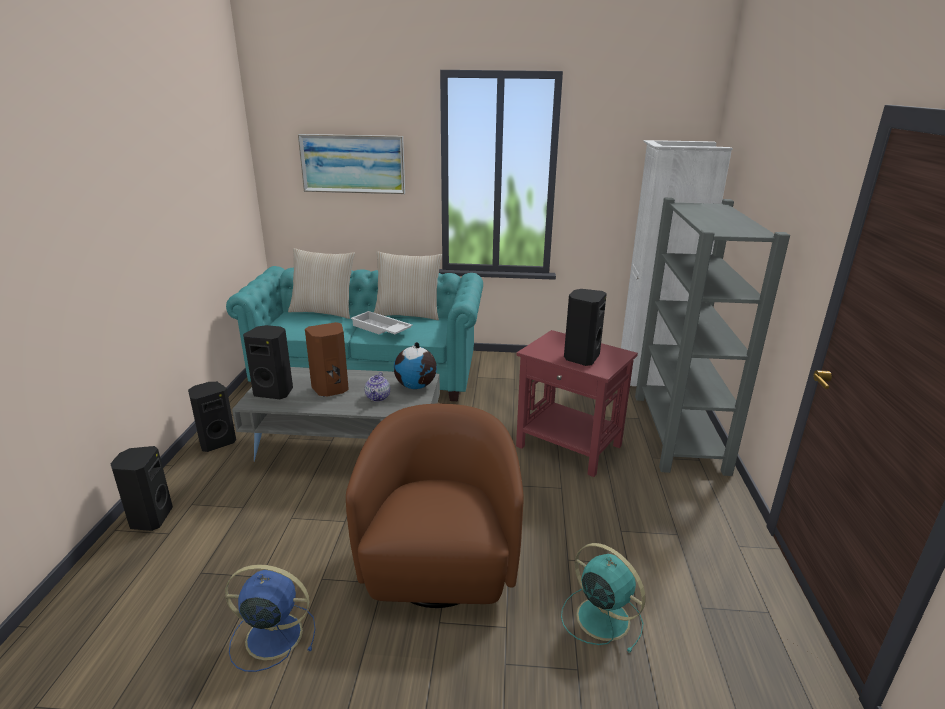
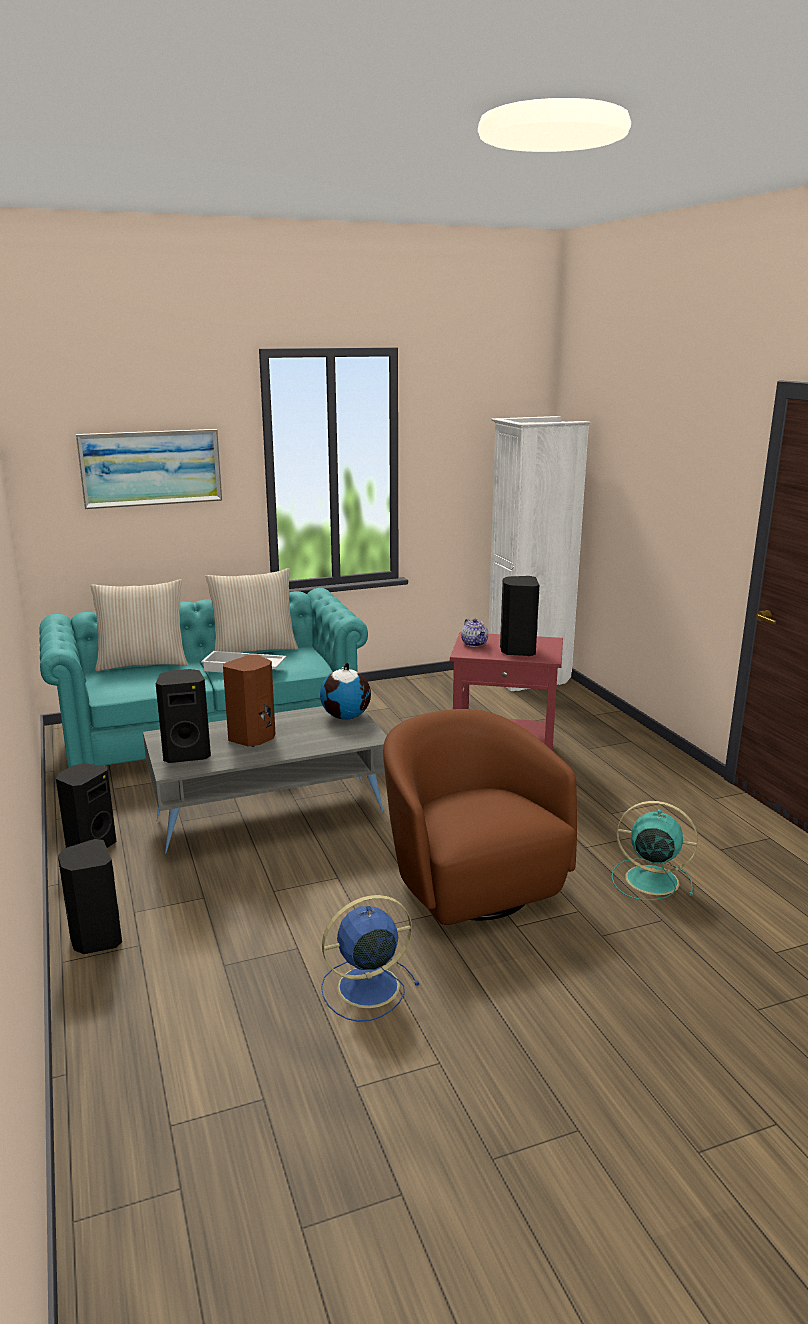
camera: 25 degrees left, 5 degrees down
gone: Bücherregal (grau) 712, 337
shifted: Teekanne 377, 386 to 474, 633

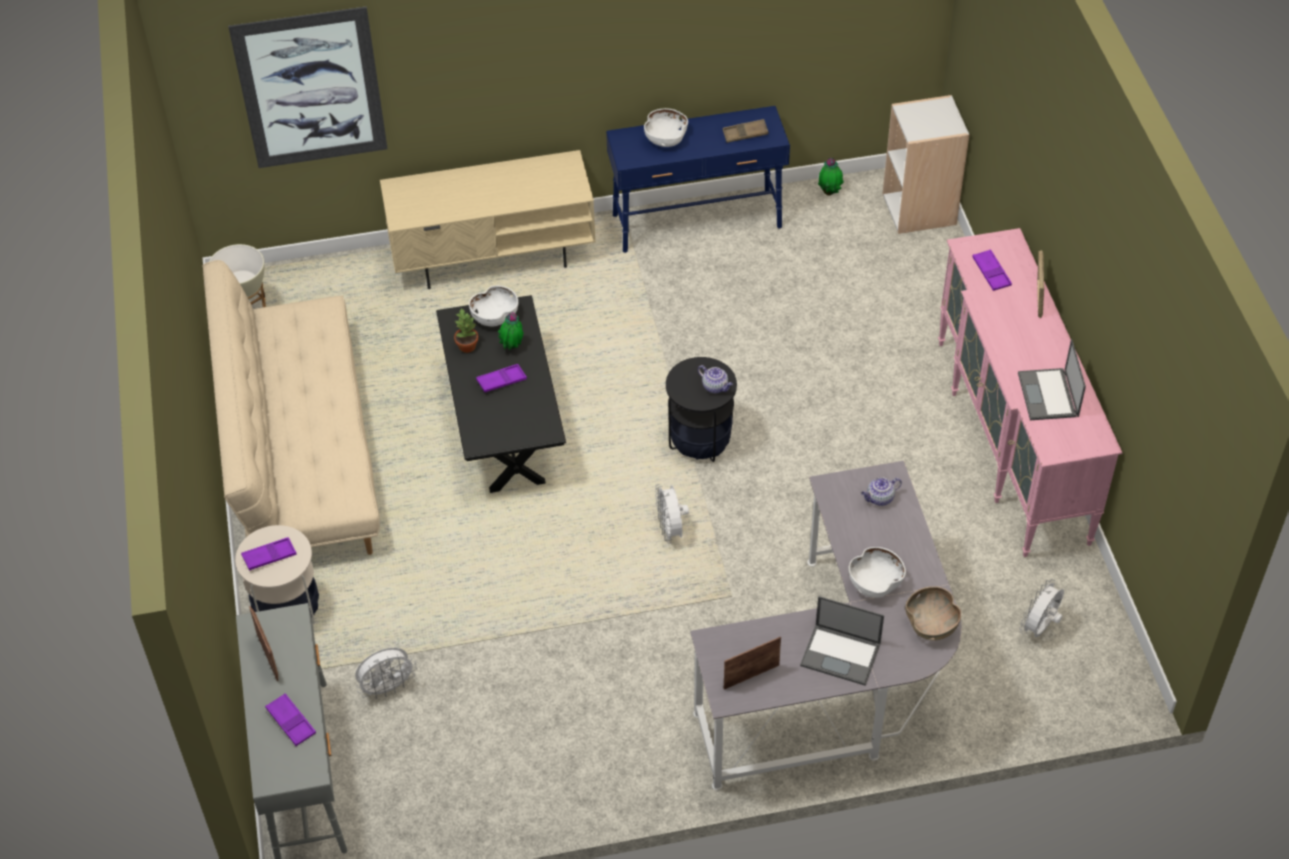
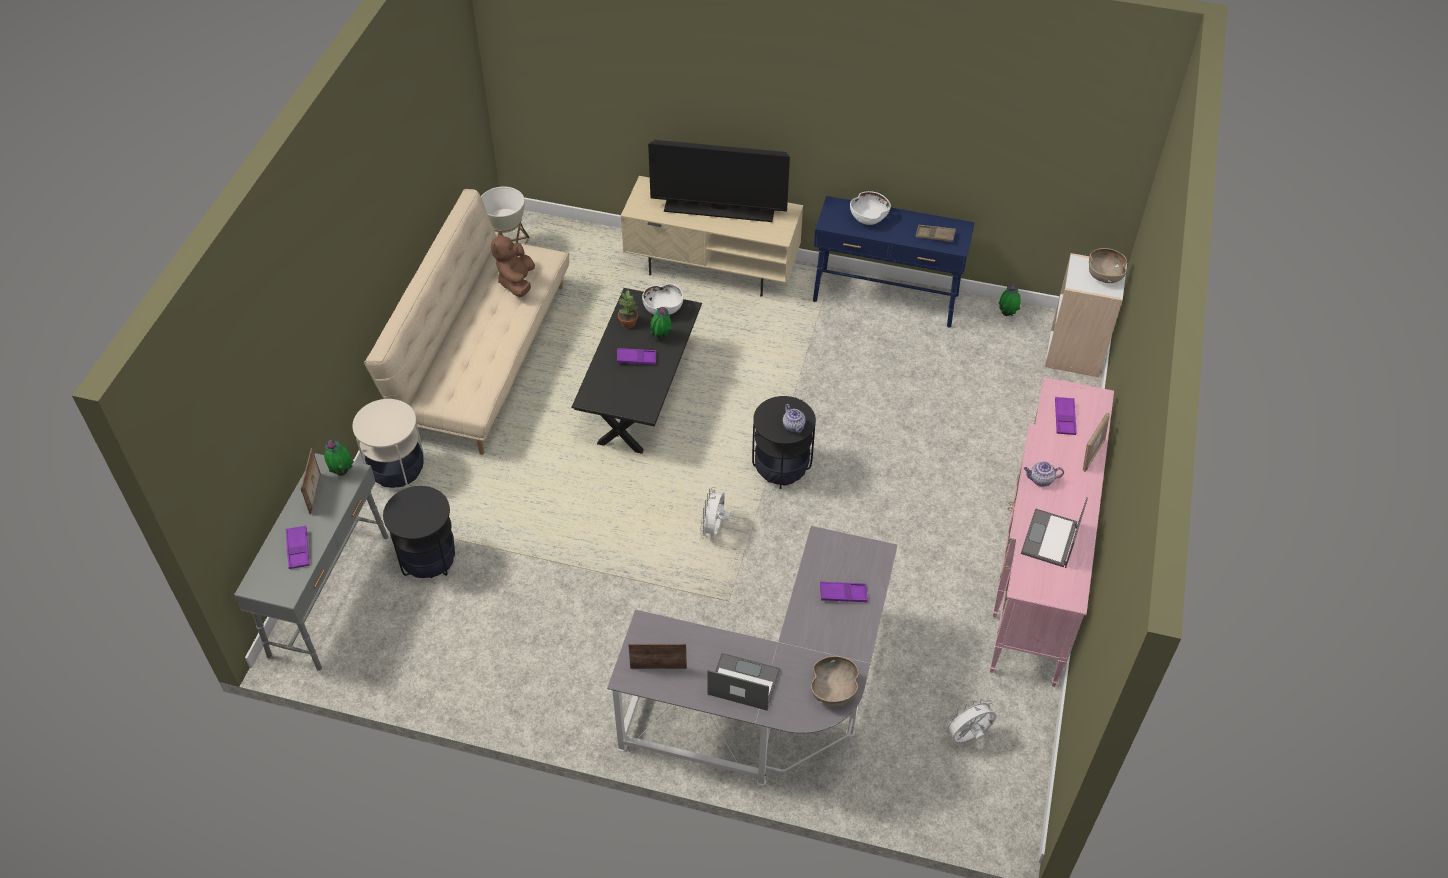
camera: 25 degrees right, 0 degrees up
gone: Bild 308, 87; Schüssel (weiß) 877, 572
new: Fernseher 719, 181; Plüschtier (braun) 513, 264; Schüssel (braun) 1108, 265; Topfpflanze 339, 457
shifted: Teekanne 881, 491 to 1044, 474; Tablett (lila) 269, 554 to 844, 592
swapped: Ventilator (weiß) 386, 673 to Beistelltisch (schwarz) 419, 532
rotated: Laptop 842, 641 = 744, 681 150 degrees clockwise

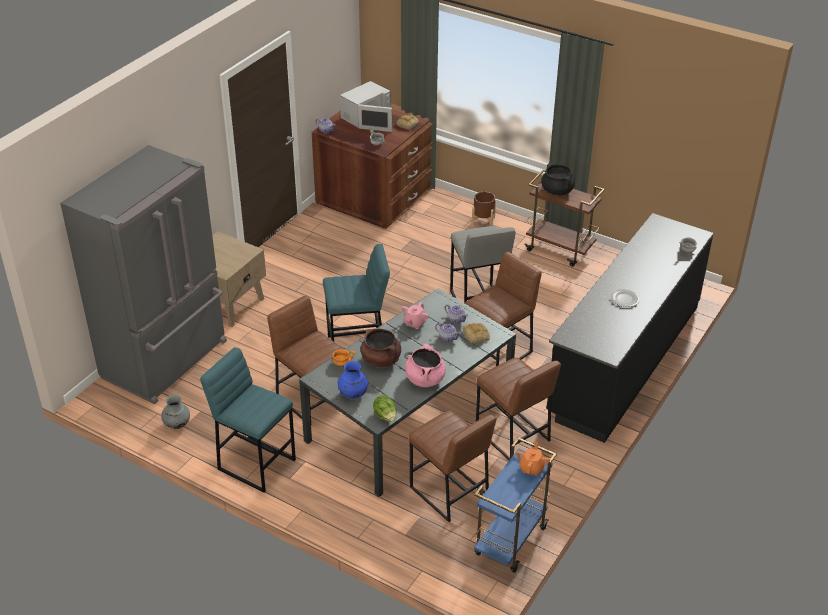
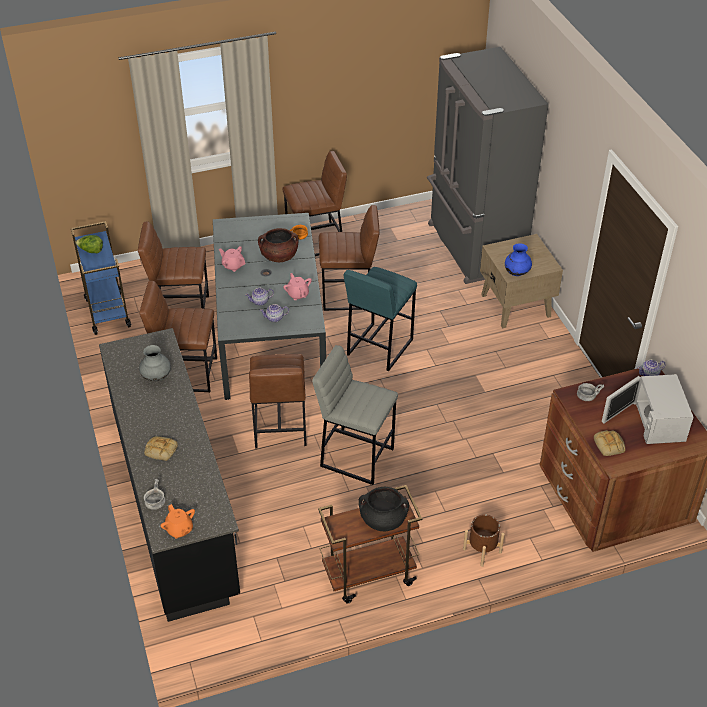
camera: 130 degrees right, 5 degrees up
gone: Teller 625, 298
shifted: Brot 476, 333 to 161, 448; Vase (blau) 353, 380 to 518, 259; Vase (grau) 175, 412 to 155, 363; Salatkopf 385, 408 to 89, 244; Teekanne (orange) 533, 459 to 177, 521
swapped: Kochtopf (rosa) 425, 365 to Teekanne (rosa) 232, 259; Hocker (türkis) 248, 420 to Stuhl (braun) 315, 203

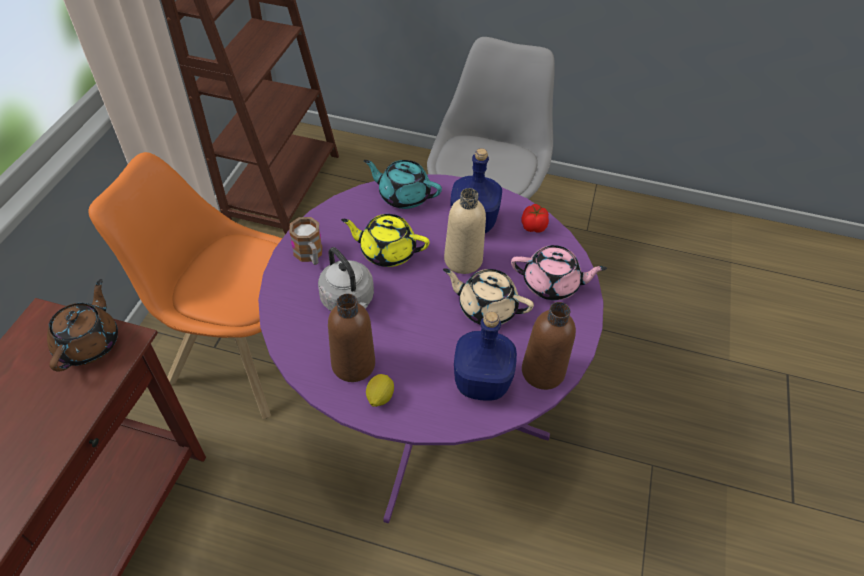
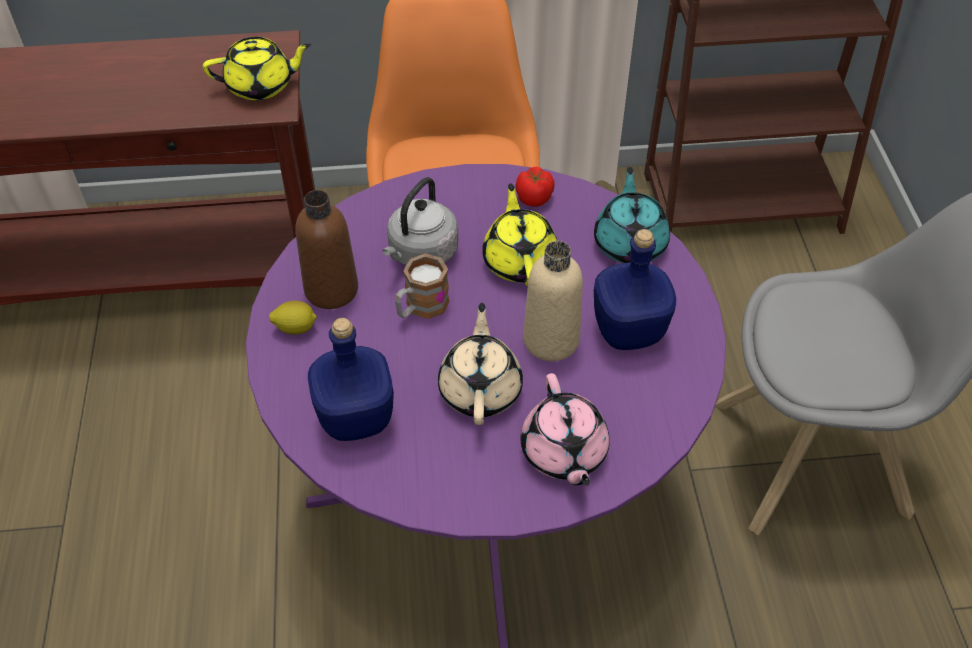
camera: 70 degrees right, 0 degrees up
gone: Flasche (braun) 549, 346
shifted: Tomate 535, 218 to 535, 187; Henkelbecher 305, 241 to 422, 286
repainted: Teekanne (braun) 82, 325 to Teekanne (gelb) 257, 68

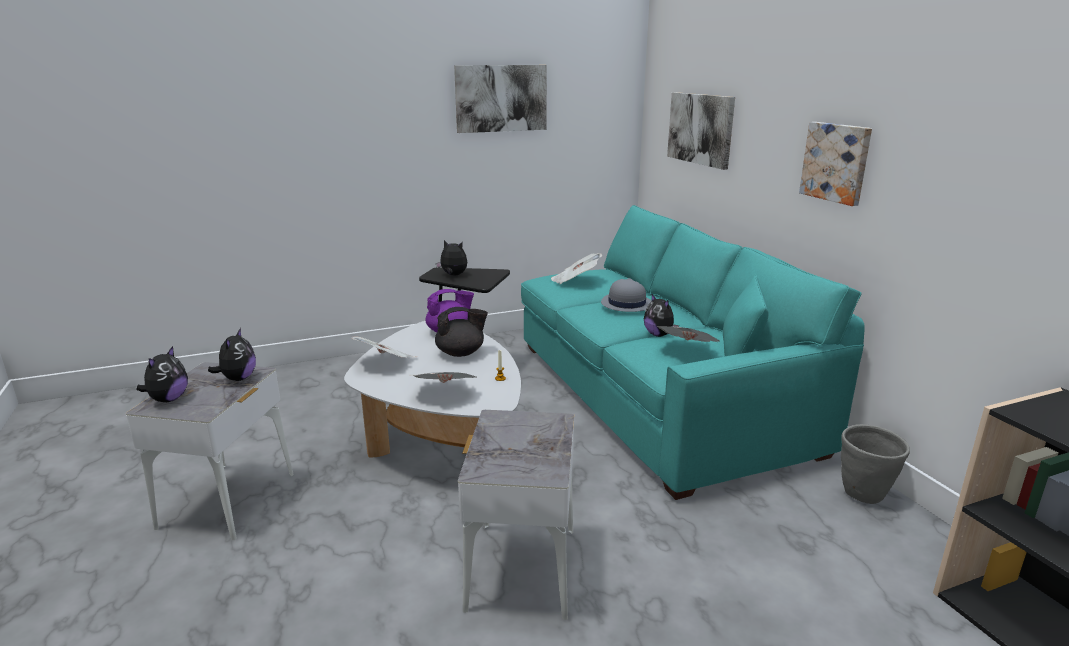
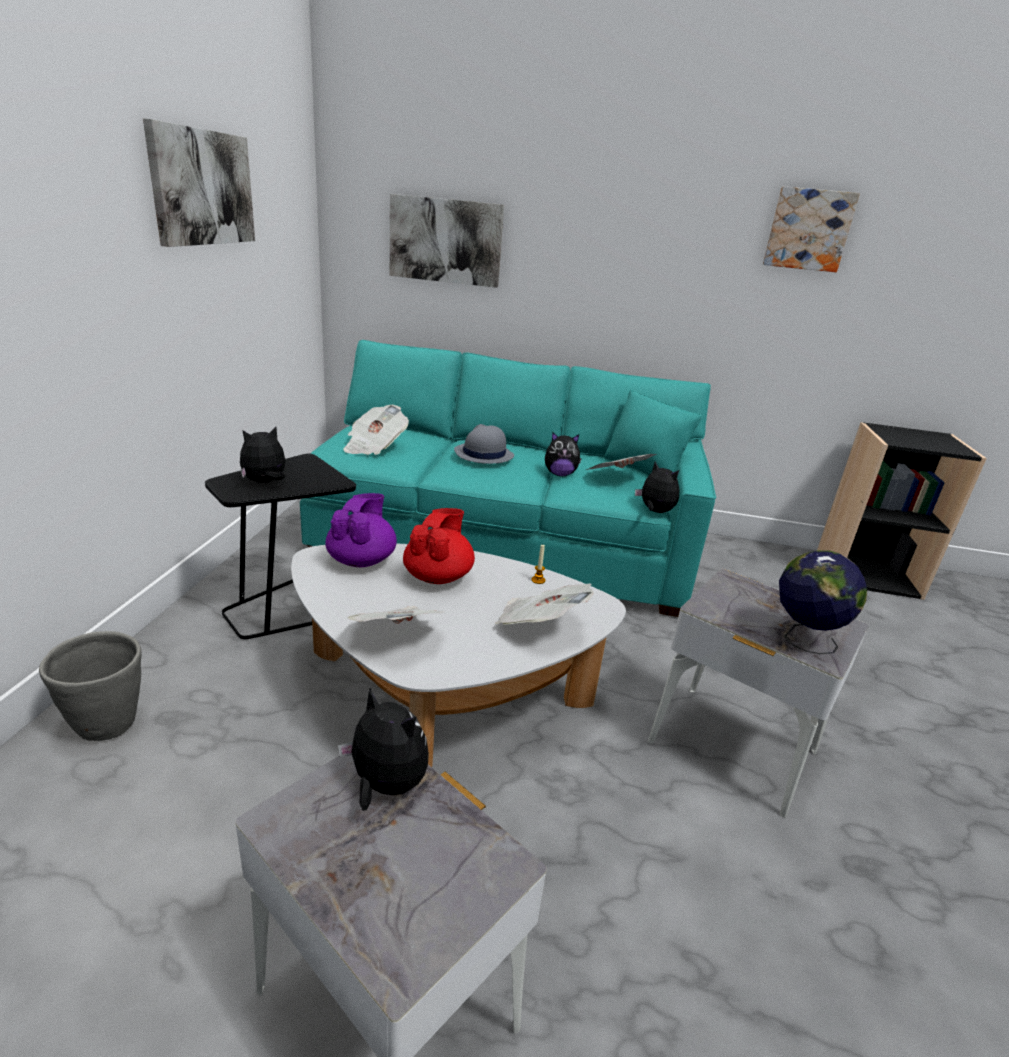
camera: 60 degrees left, 5 degrees up
new: Globus 823, 602
shifted: Bild 835, 164 to 811, 229; Plüschtier 162, 374 to 657, 487; Pflanzkübel (grau) 875, 464 to 90, 686
repainted: Teekanne (schwarz) 461, 332 to Teekanne (rot) 439, 546

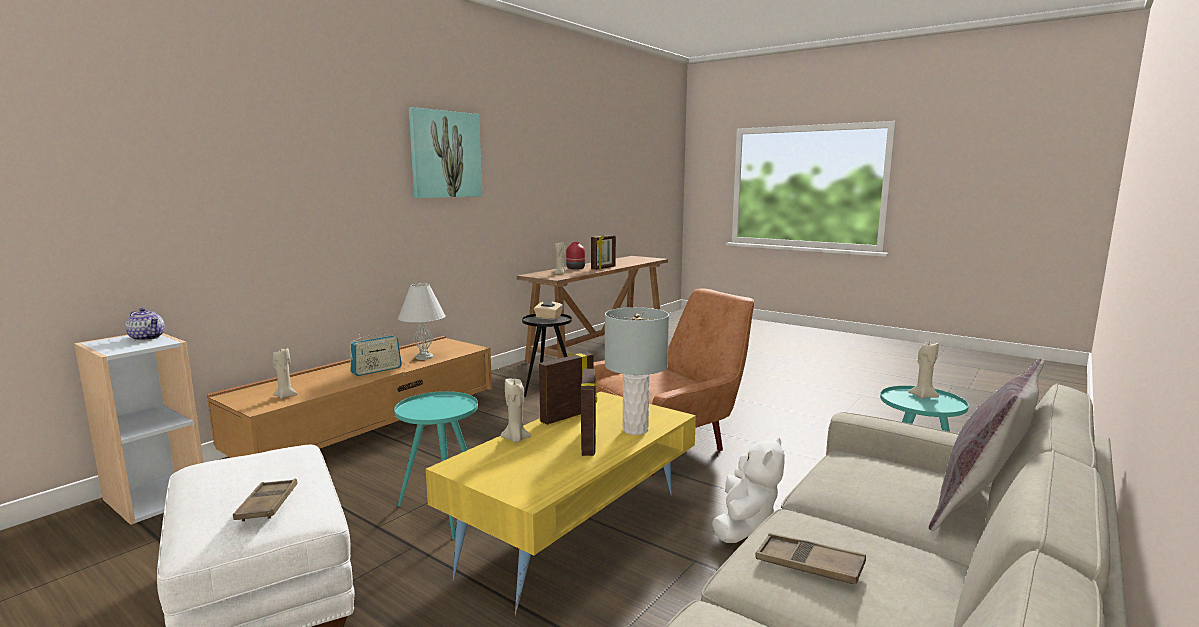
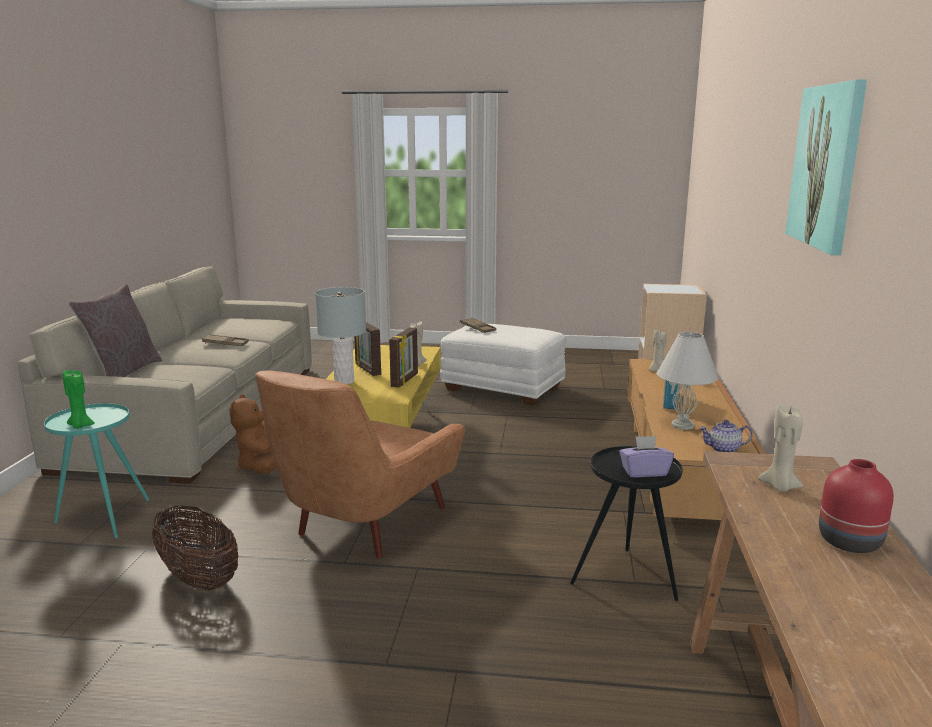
camera: 150 degrees right, 5 degrees up
gone: Bilderrahmen 603, 252; Beistelltisch (türkis) 436, 465
new: Korb 195, 548
shifted: Teekanne 145, 324 to 726, 436
repainted: Taschentuchbox (beige) 548, 309 to Taschentuchbox (lila) 646, 456; Kerze (beige) 923, 370 to Kerze (grün) 79, 399; Plüschtier (weiß) 748, 490 to Plüschtier (braun) 253, 434

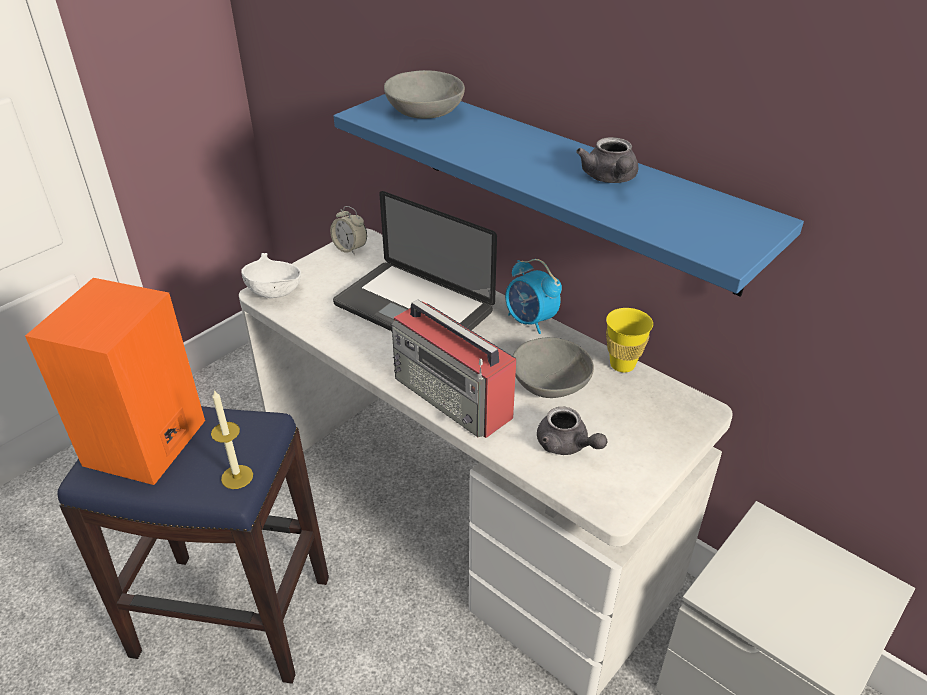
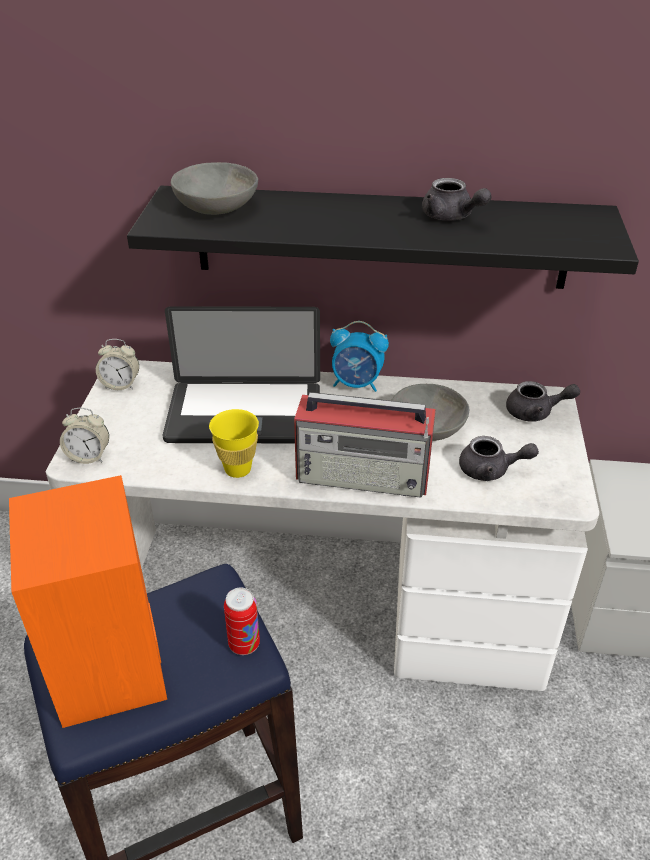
camera: 35 degrees left, 0 degrees up
new: Teekanne (grau) 543, 401
shifted: Tasse (gelb) 629, 340 to 234, 443
swapped: Schüssel (weiß) 271, 275 to Wecker 84, 436; Kerze 232, 439 to Dose 242, 621
repainted: Wandregal (blau) 569, 195 to Wandregal (schwarz) 383, 237

